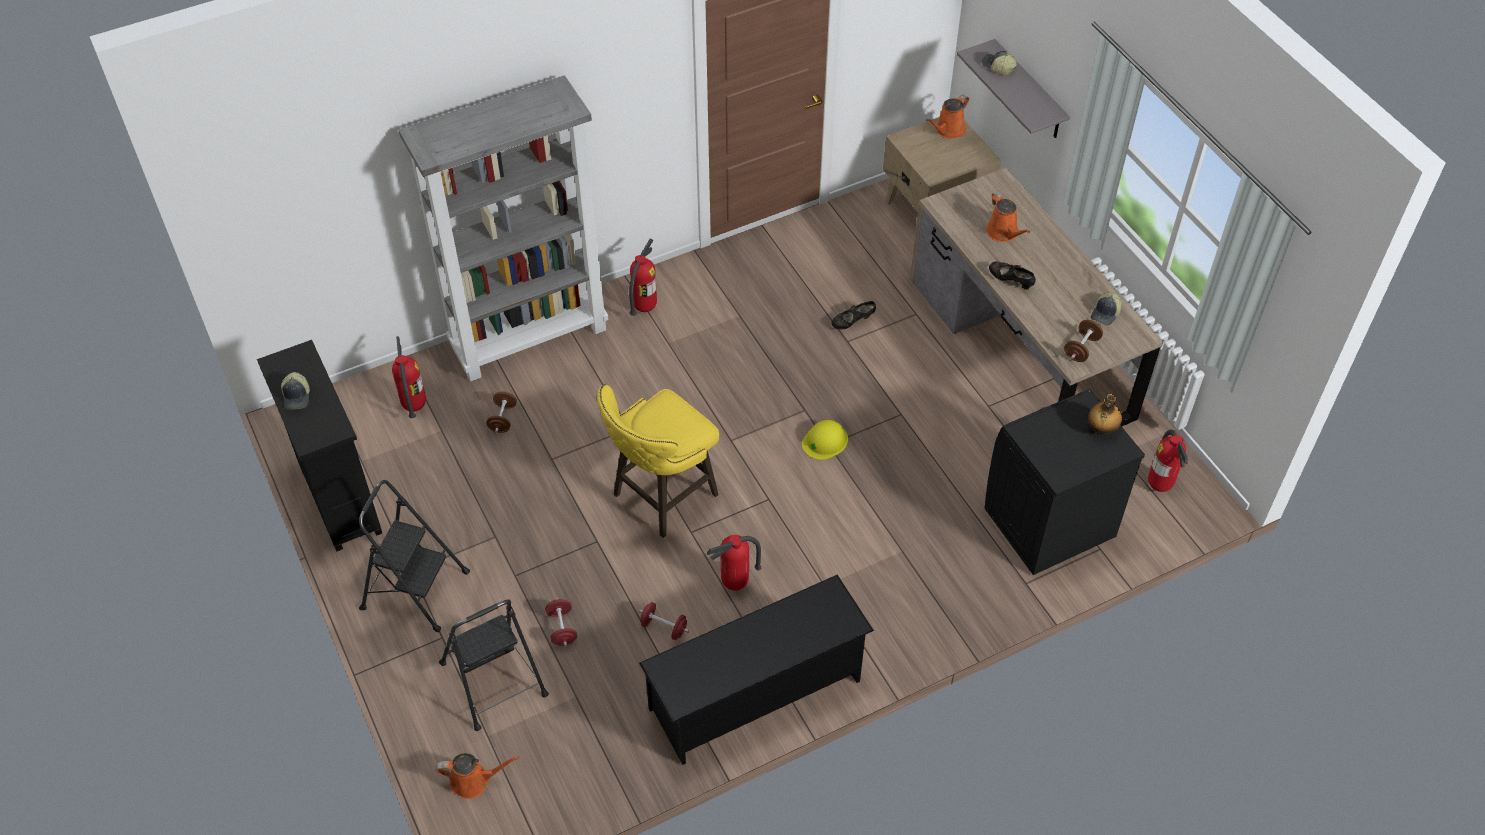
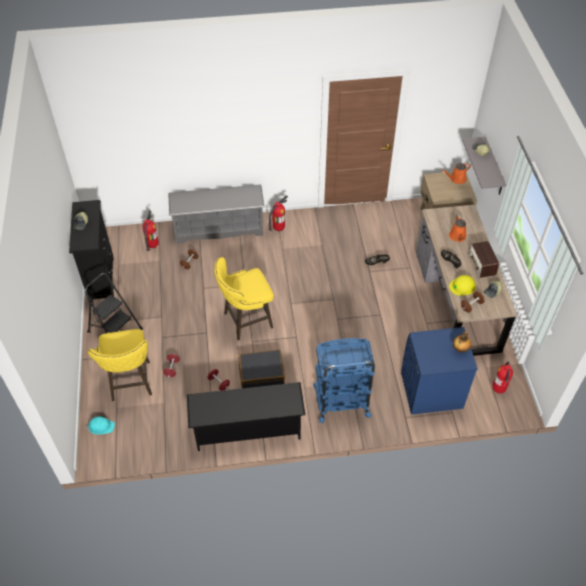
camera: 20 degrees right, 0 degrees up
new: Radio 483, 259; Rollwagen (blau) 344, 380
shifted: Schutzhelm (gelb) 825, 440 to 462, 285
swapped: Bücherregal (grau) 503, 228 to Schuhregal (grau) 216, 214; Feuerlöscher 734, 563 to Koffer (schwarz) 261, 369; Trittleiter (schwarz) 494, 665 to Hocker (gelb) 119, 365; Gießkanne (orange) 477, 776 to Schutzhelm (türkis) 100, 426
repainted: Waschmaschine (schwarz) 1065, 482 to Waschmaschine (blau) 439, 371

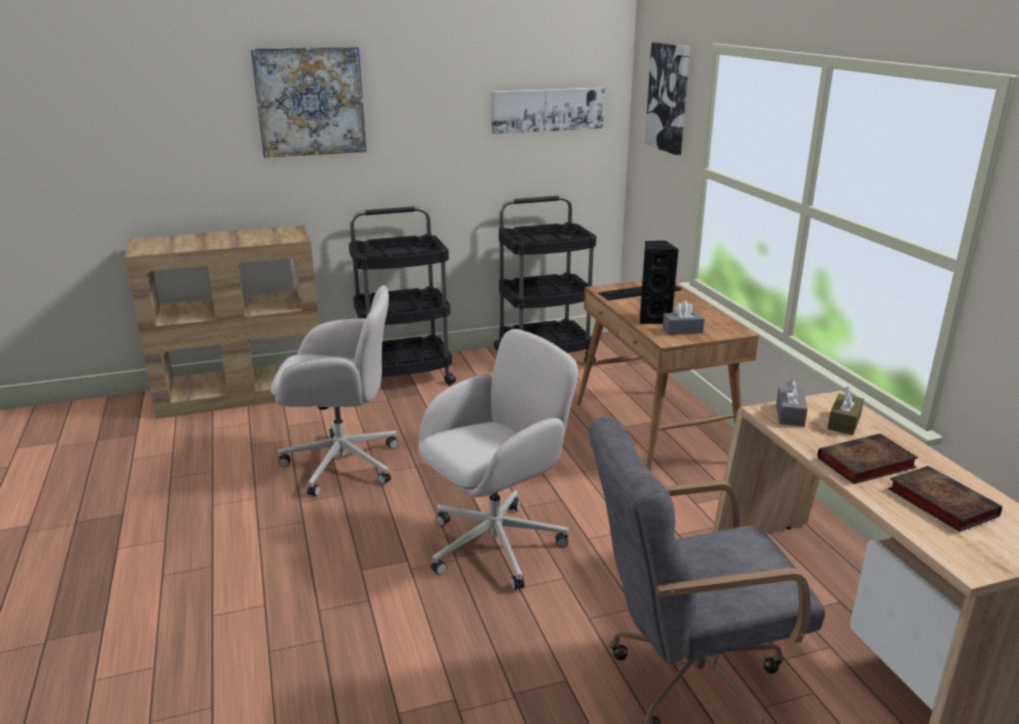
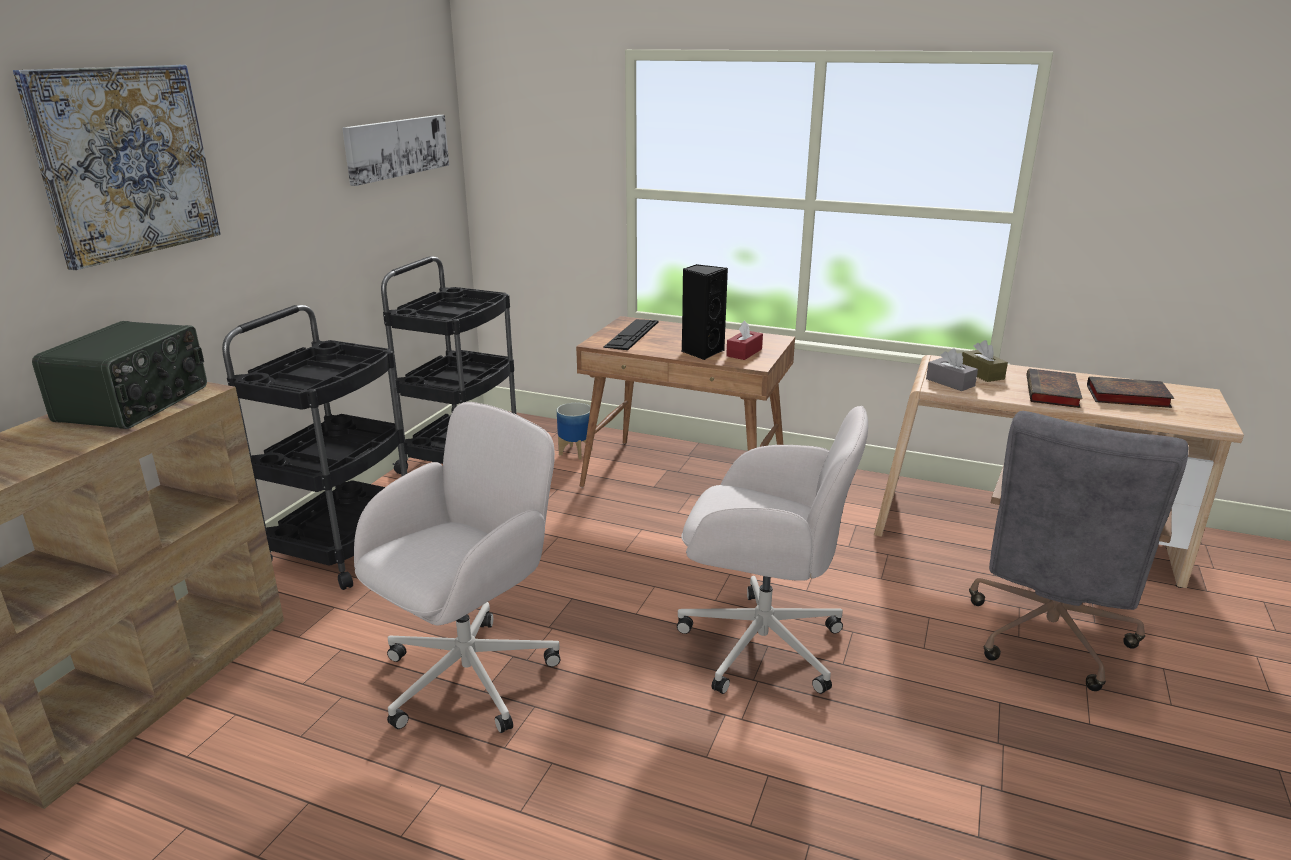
camera: 50 degrees left, 0 degrees up
gone: Bild 667, 98
new: Radio 119, 375; Pflanzkübel 575, 431
repainted: Taschentuchbox (grau) 683, 318 to Taschentuchbox (rot) 744, 340
rotated: Bürostuhl (weiß) 498, 459 = 772, 550 105 degrees clockwise

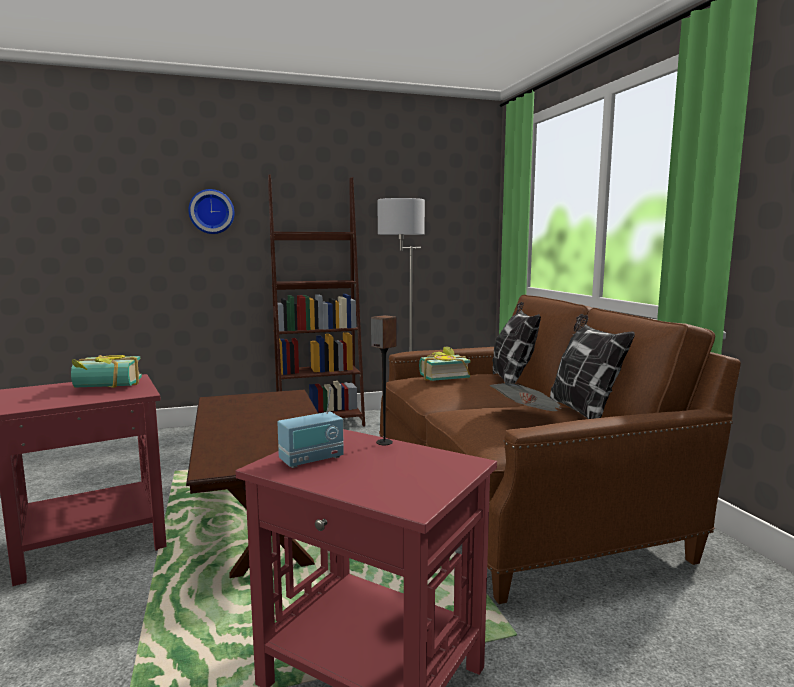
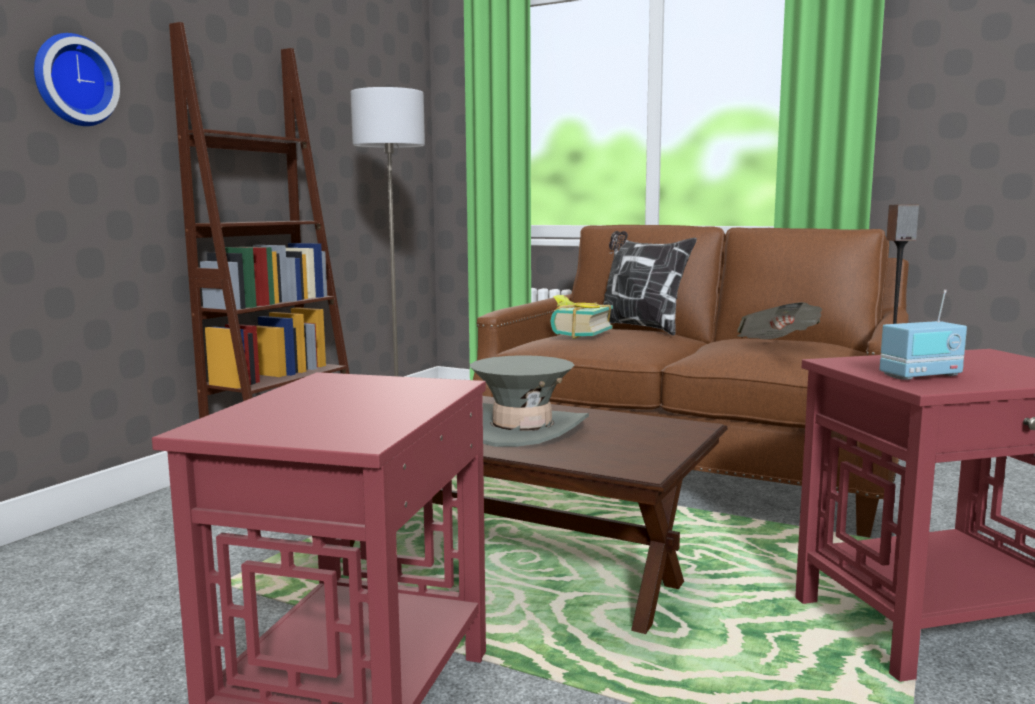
camera: 45 degrees left, 0 degrees up
gone: Kissen 592, 366; Buch 106, 371
new: Hut (grau) 529, 401
rotated: Radio 310, 427 = 923, 335 60 degrees clockwise

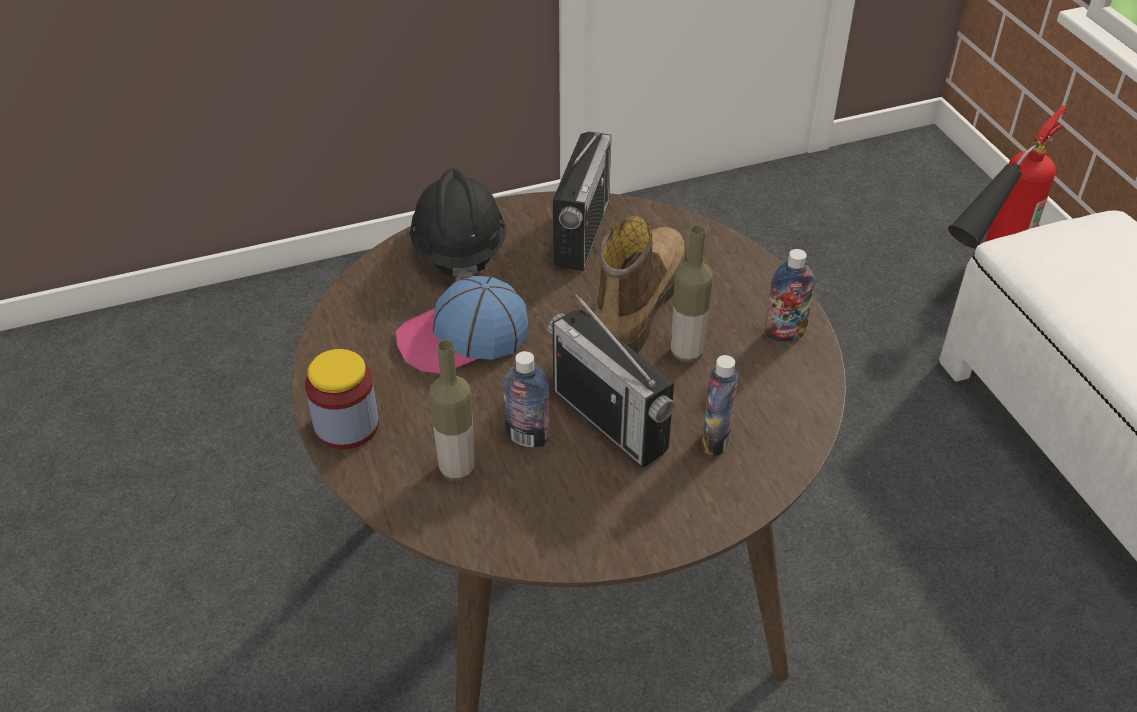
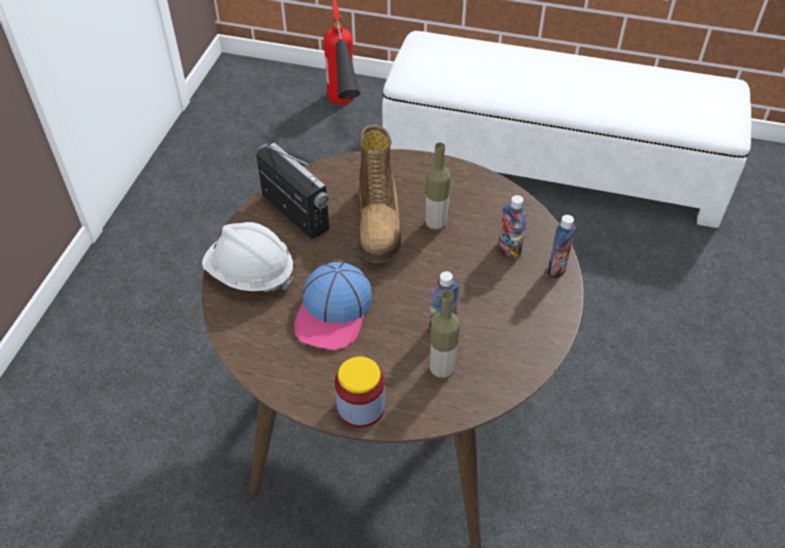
camera: 55 degrees left, 5 degrees up
gone: Radio 611, 379
shifted: Flasche 789, 295 to 562, 247
repainted: Schutzhelm (schwarz) 458, 224 to Schutzhelm (weiß) 248, 257
rotated: Stiefel 640, 285 = 380, 193 150 degrees counterclockwise

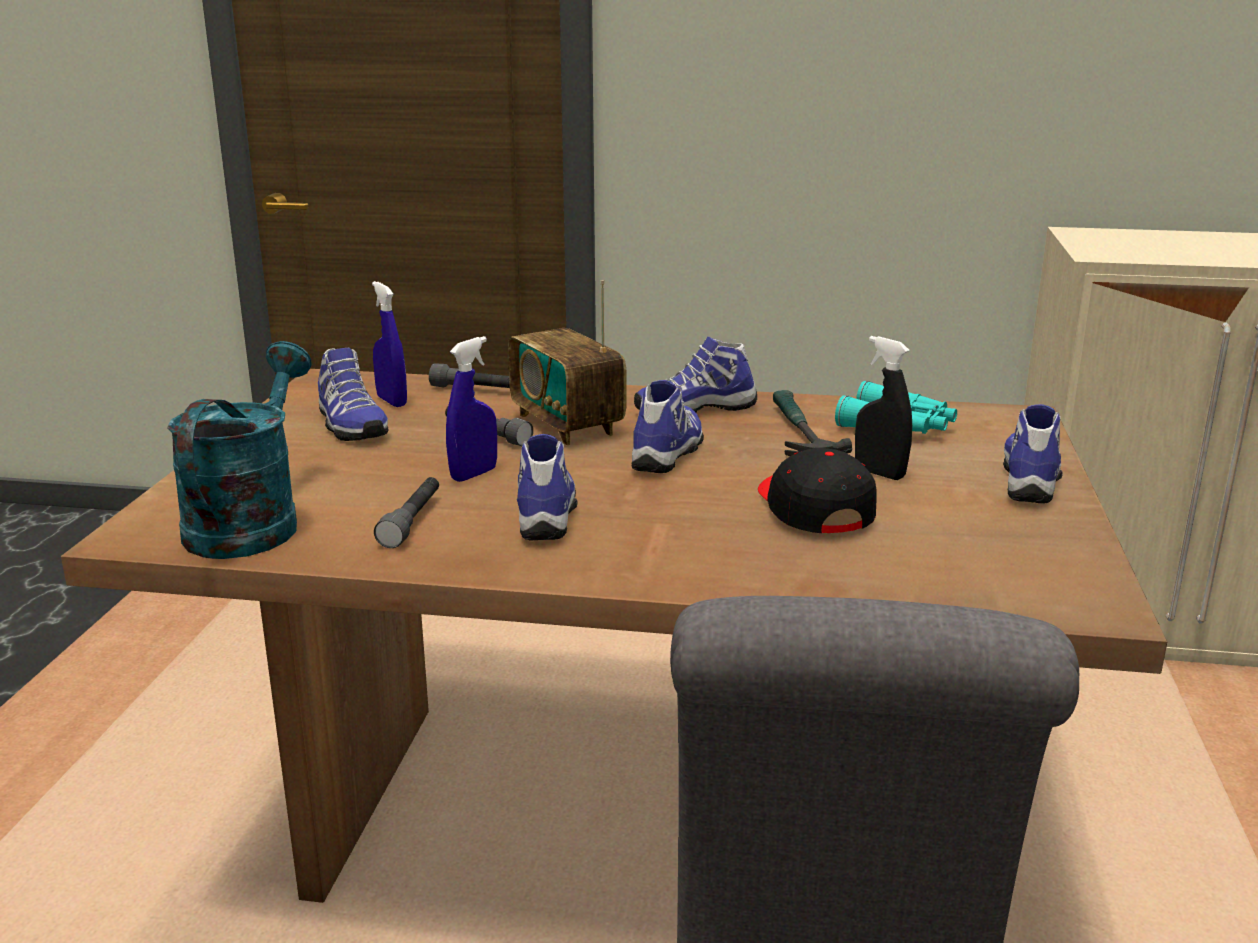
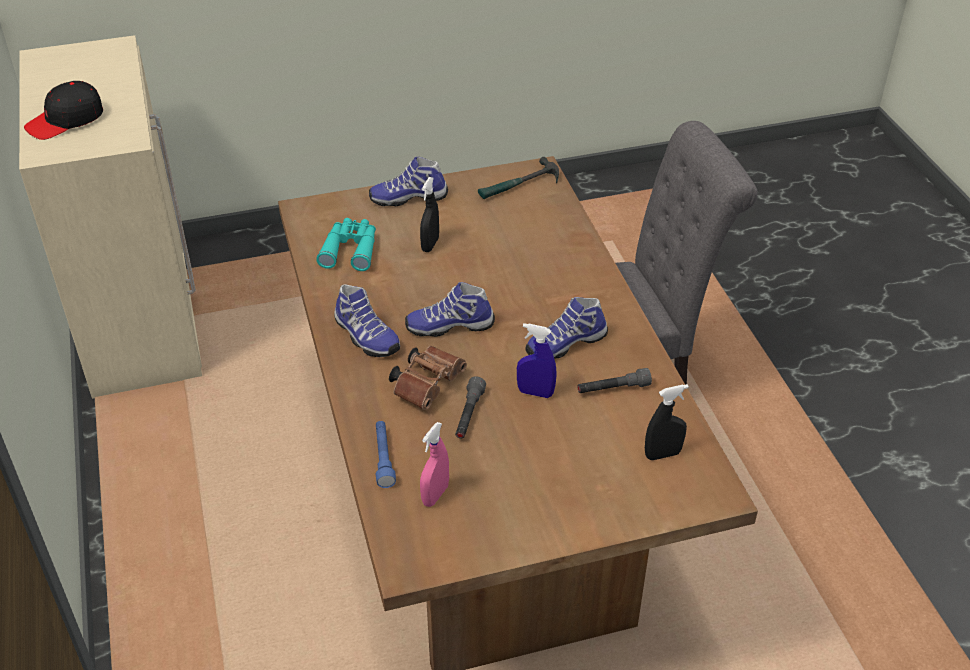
camera: 115 degrees left, 20 degrees up
gone: Schuh 353, 394
shifted: Hammer 812, 423 to 518, 178; Kappe (schwarz) 817, 490 to 63, 110
swapped: Radio 567, 362 to Fernglas (braun) 428, 378; Gießkanne (türkis) 239, 450 to Sprühflasche (schwarz) 667, 422
repainted: Sprühflasche (blau) 389, 344 to Sprühflasche (rosa) 434, 464; Taschenlampe (grau) 469, 375 to Taschenlampe (blau) 386, 454

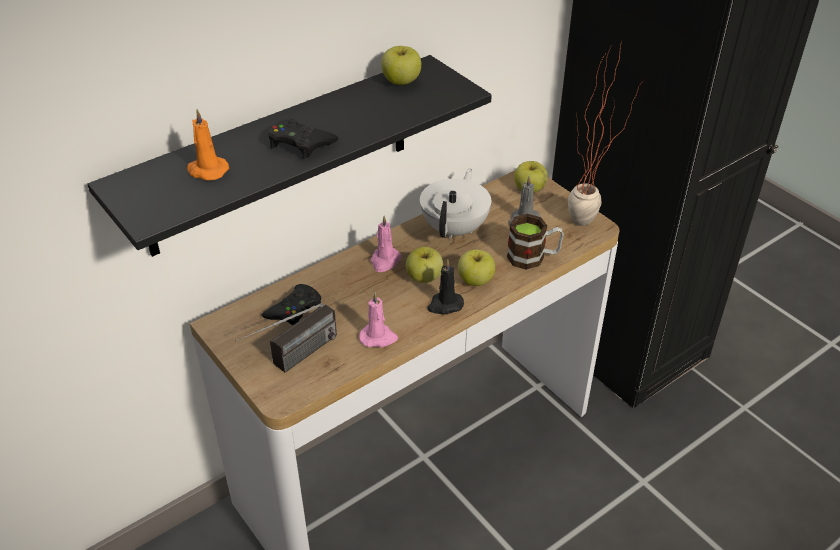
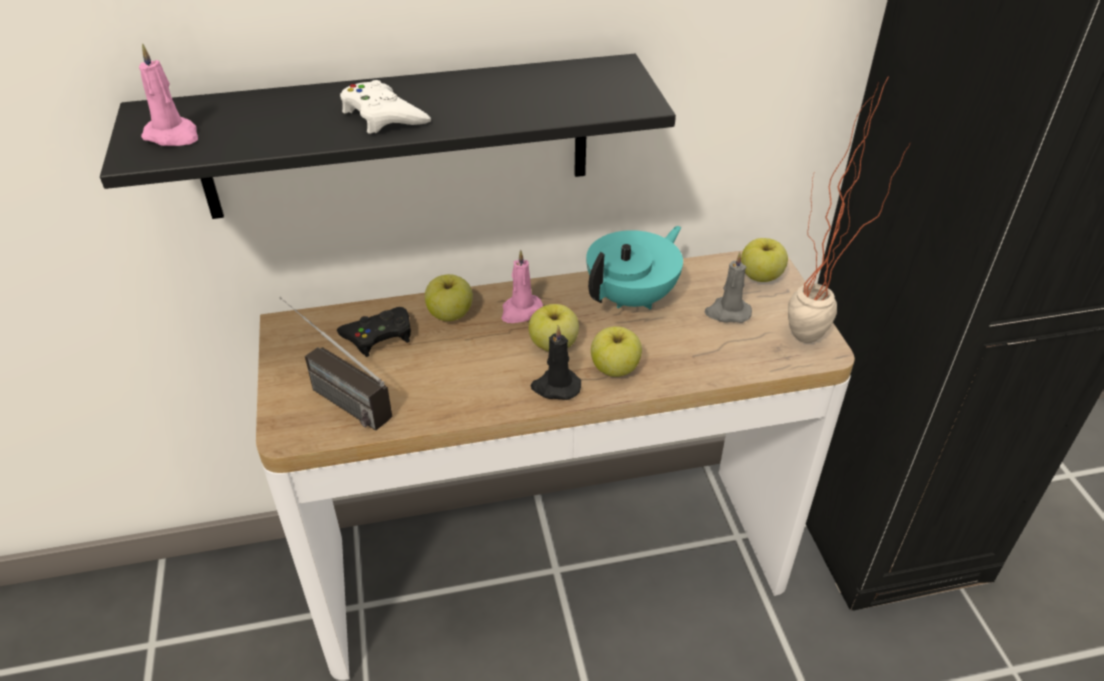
camera: 25 degrees right, 0 degrees up
gone: Kerze (orange) 208, 145; Henkelbecher 535, 242
shifted: Apfel 401, 65 to 449, 297; Kerze (rosa) 378, 319 to 168, 94
repainted: Gamepad (schwarz) 303, 139 to Gamepad (weiß) 385, 107; Teekanne (weiß) 455, 203 to Teekanne (türkis) 634, 267
rotated: Radio 286, 338 = 335, 364 60 degrees clockwise

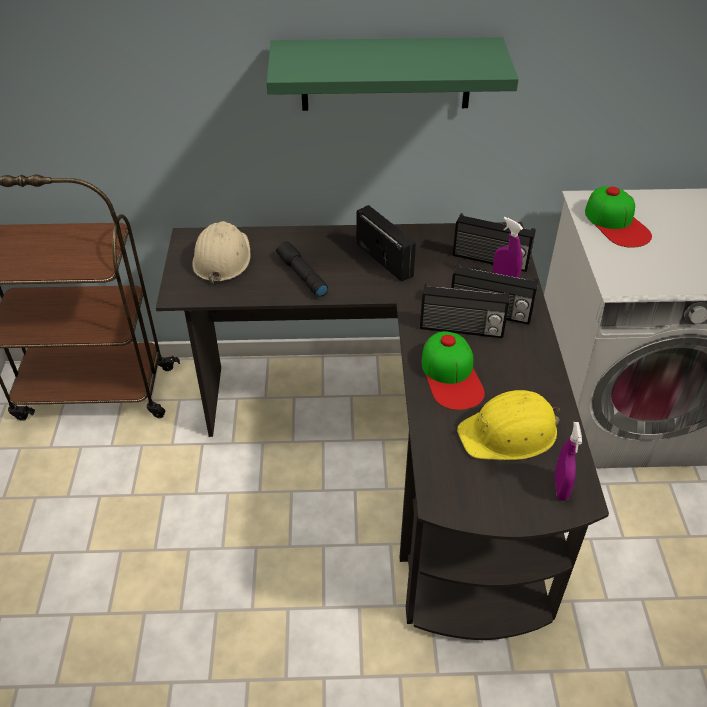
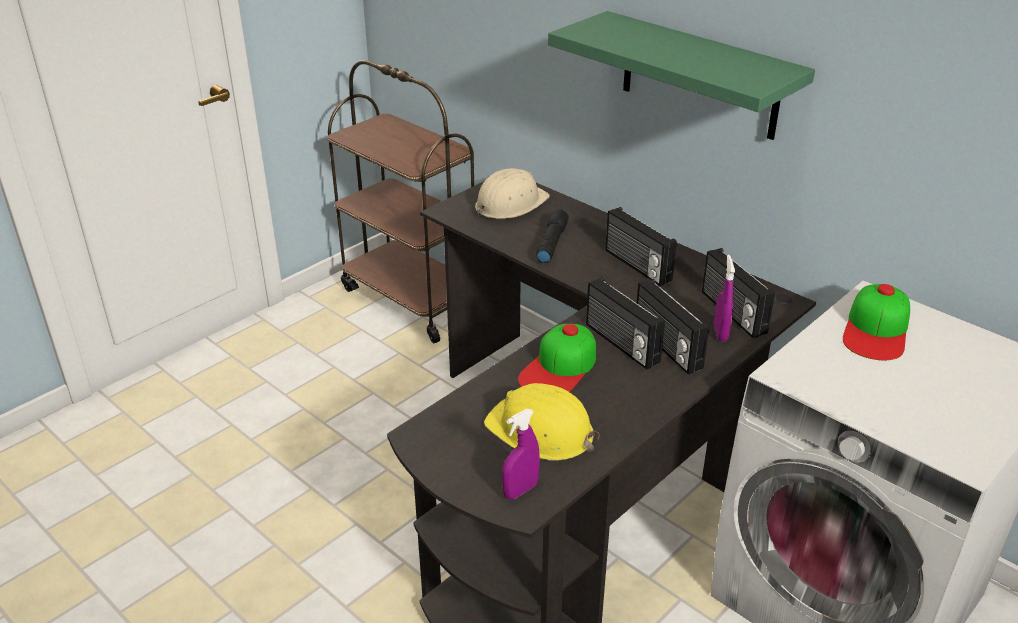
camera: 45 degrees right, 10 degrees down
rotated: Radio 386, 243 = 641, 246 135 degrees clockwise

